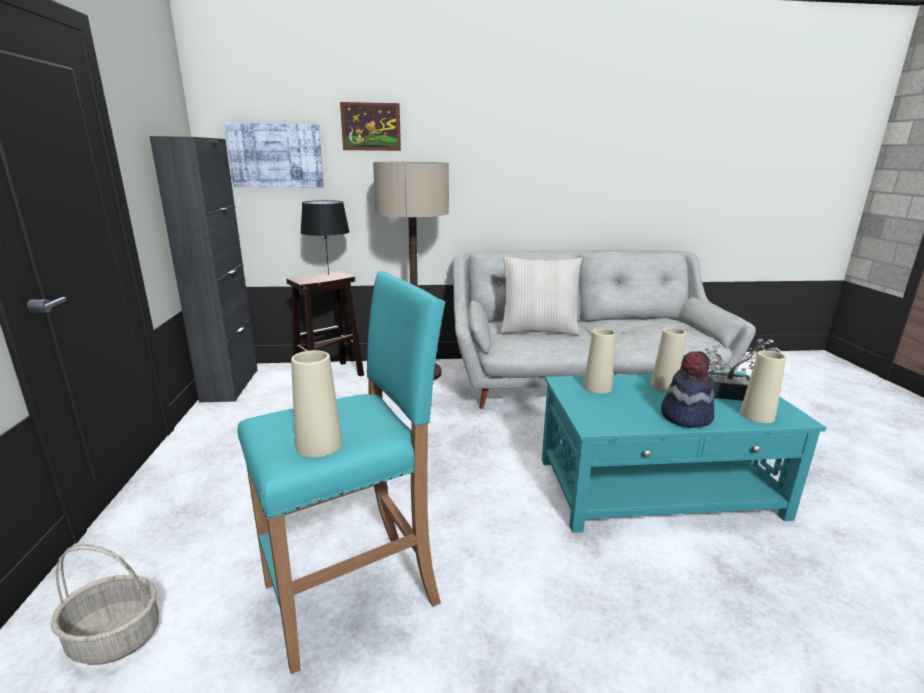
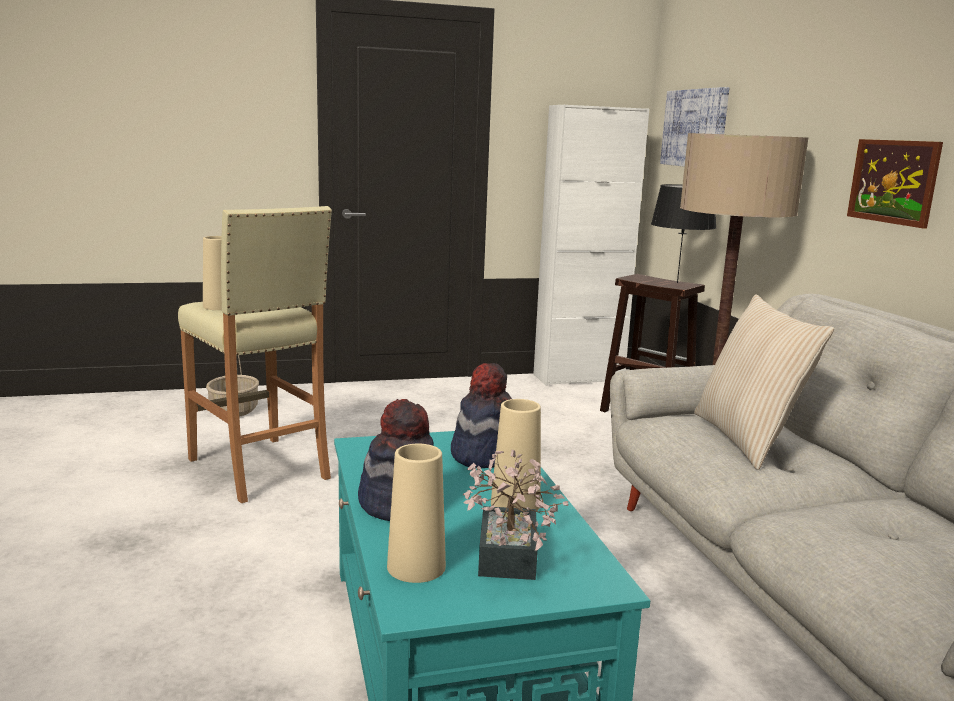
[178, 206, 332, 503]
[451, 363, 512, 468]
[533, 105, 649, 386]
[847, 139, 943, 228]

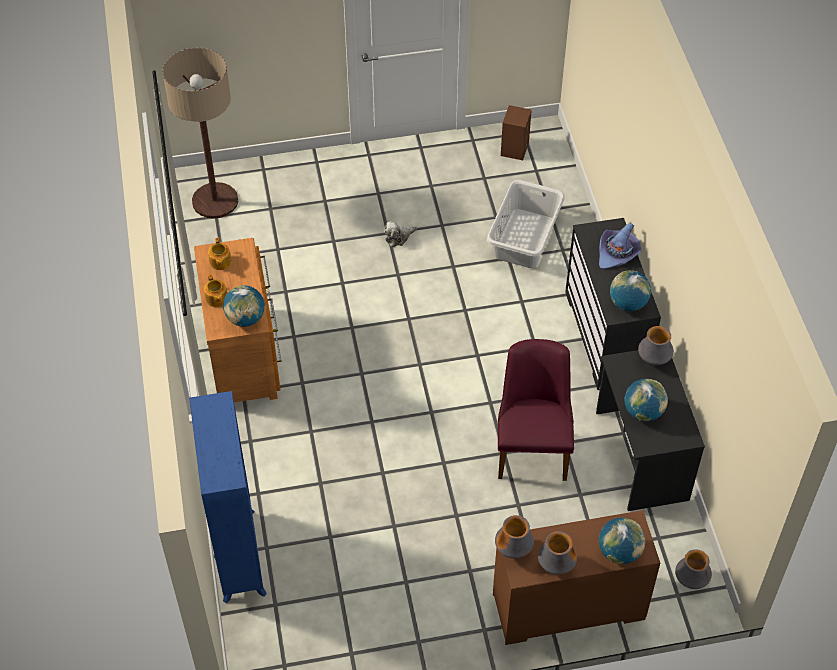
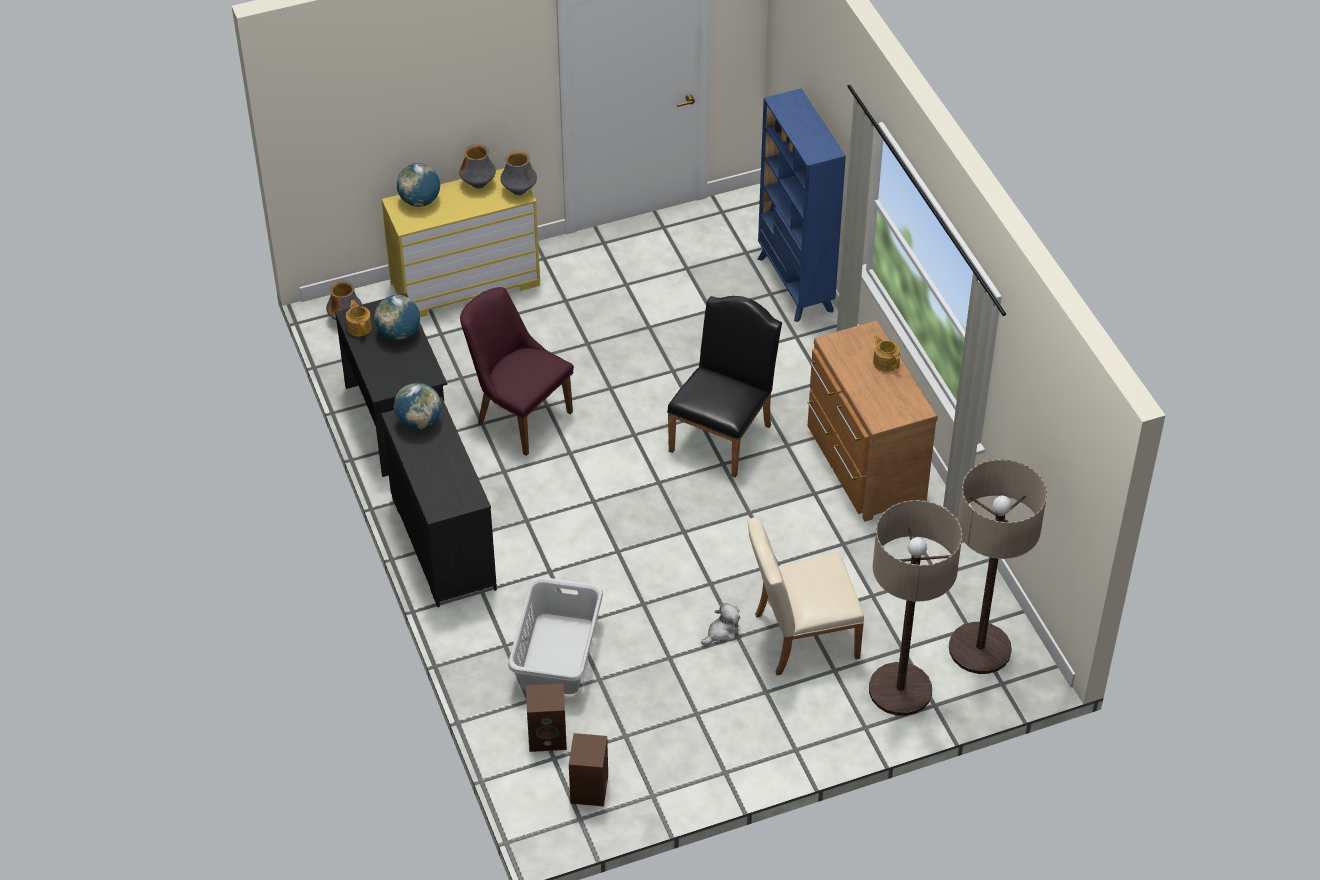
[346, 300, 372, 337]
[381, 168, 540, 317]
[460, 287, 574, 456]
[526, 683, 567, 752]
[667, 296, 782, 478]
[748, 517, 864, 675]
[869, 500, 962, 716]
[223, 285, 265, 327] (first image)
[599, 223, 641, 269] (first image)
[638, 326, 674, 365] (first image)

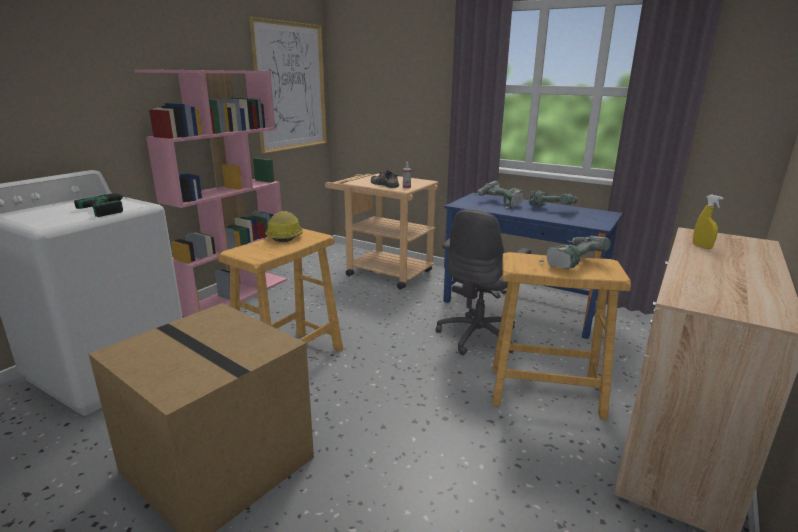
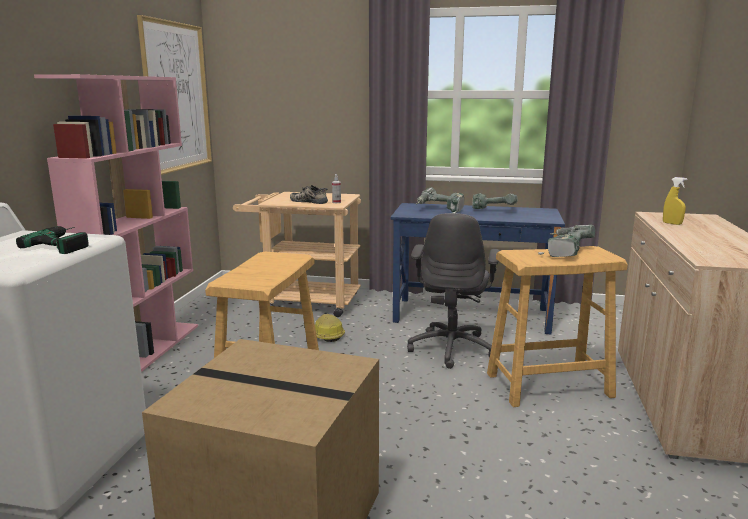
[315, 314, 345, 342]

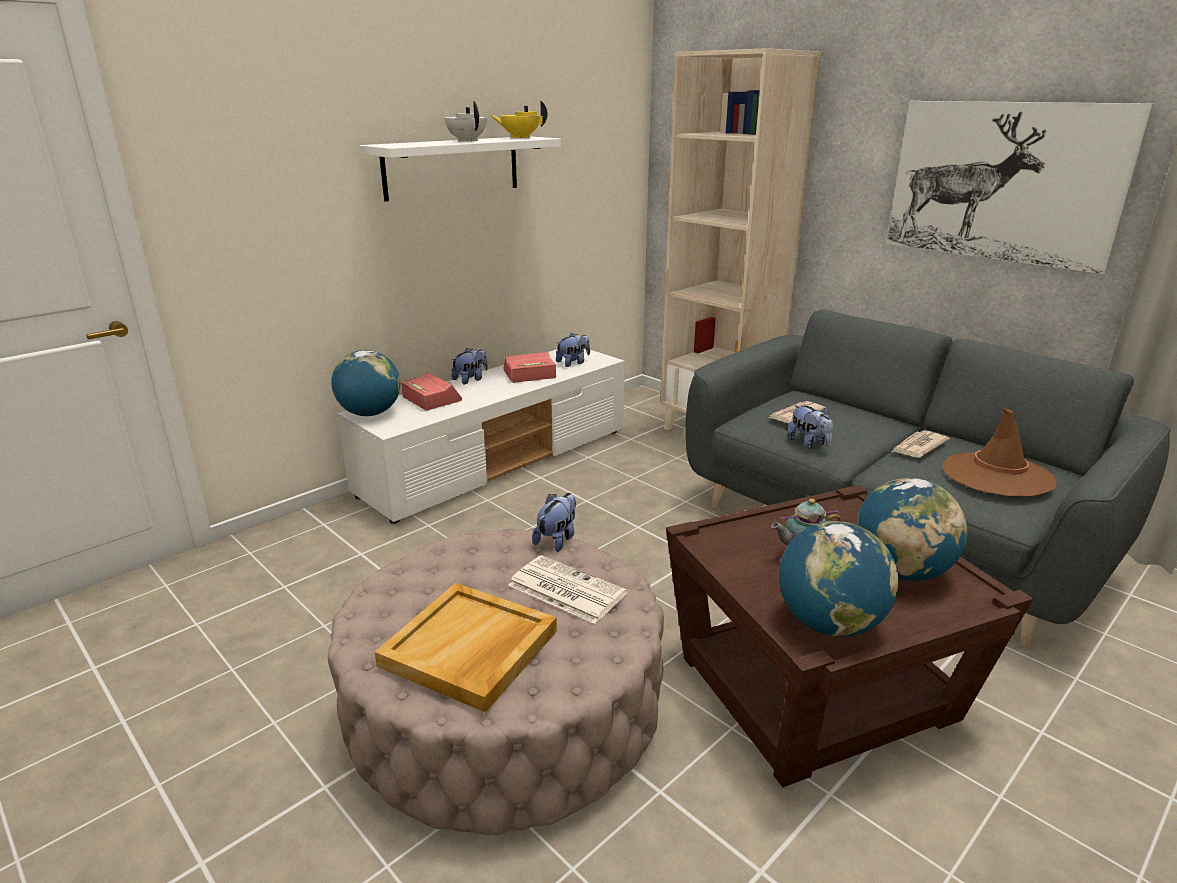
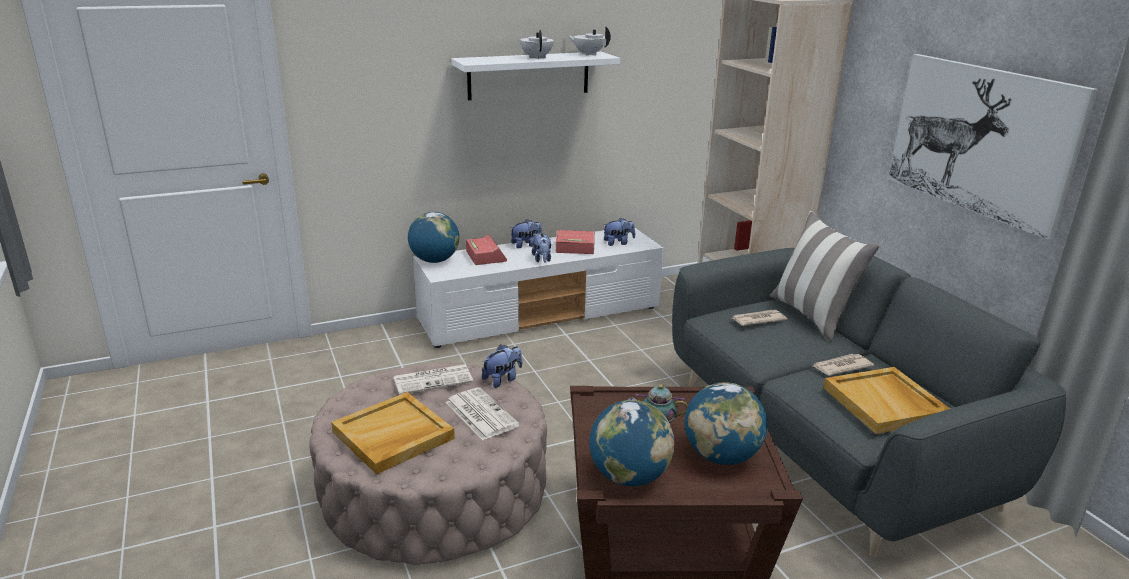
[393, 364, 473, 395]
[532, 233, 551, 262]
[567, 26, 611, 56]
[770, 211, 879, 342]
[824, 367, 950, 434]

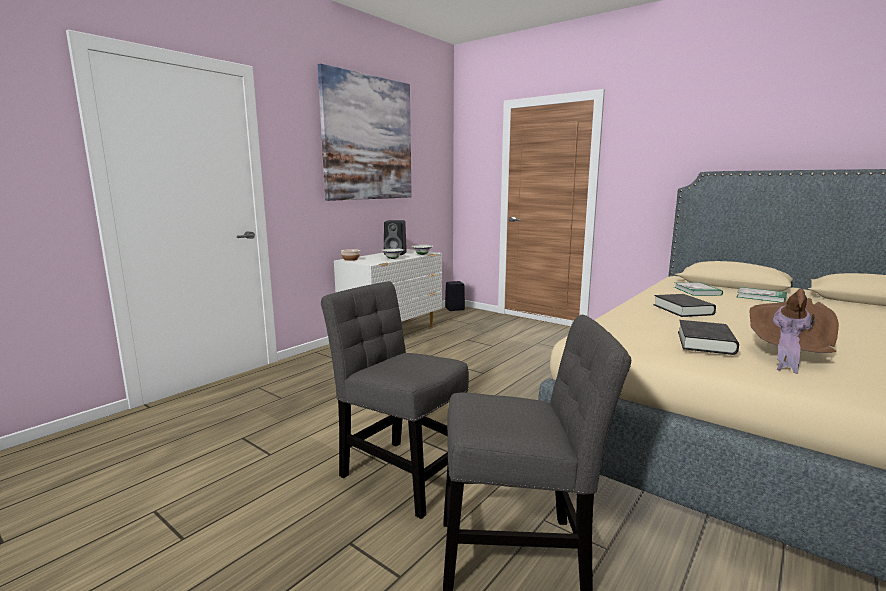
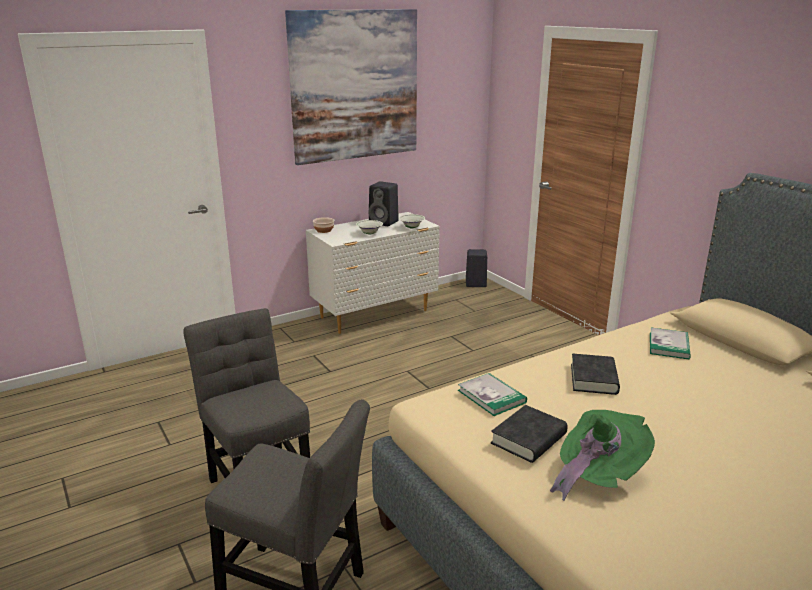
[458, 373, 527, 416]
[550, 410, 655, 501]

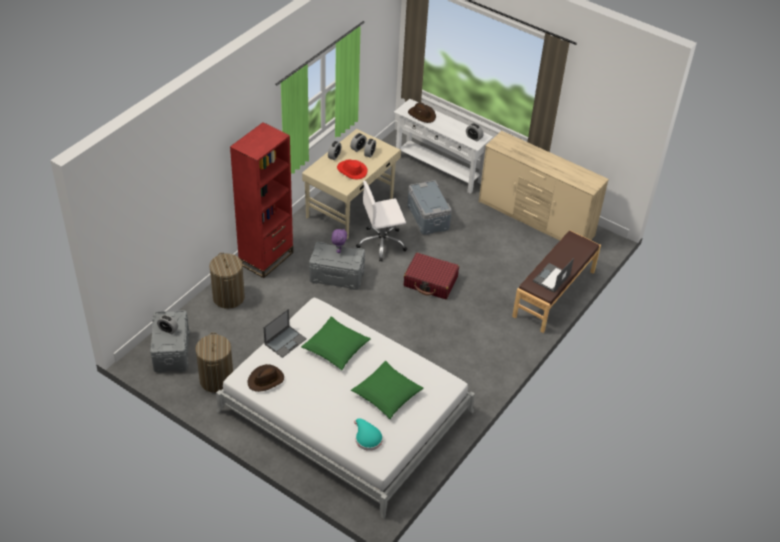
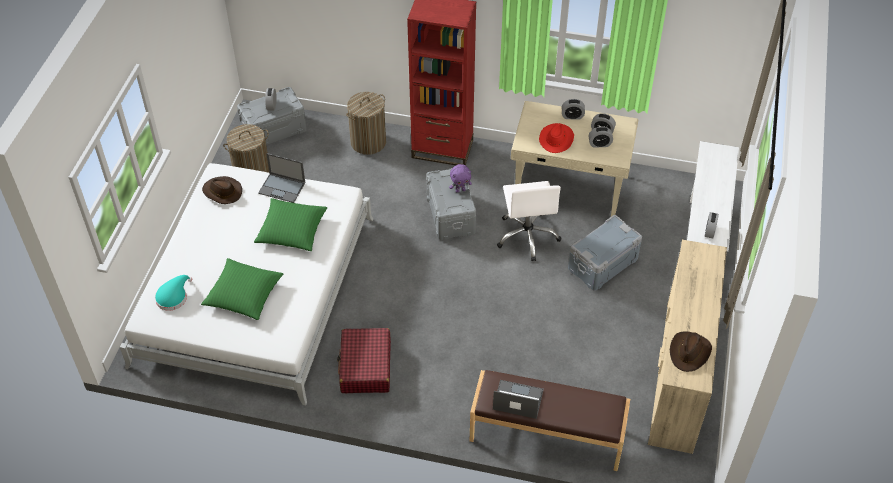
[337, 328, 391, 393]
[497, 181, 561, 261]
[670, 331, 712, 372]

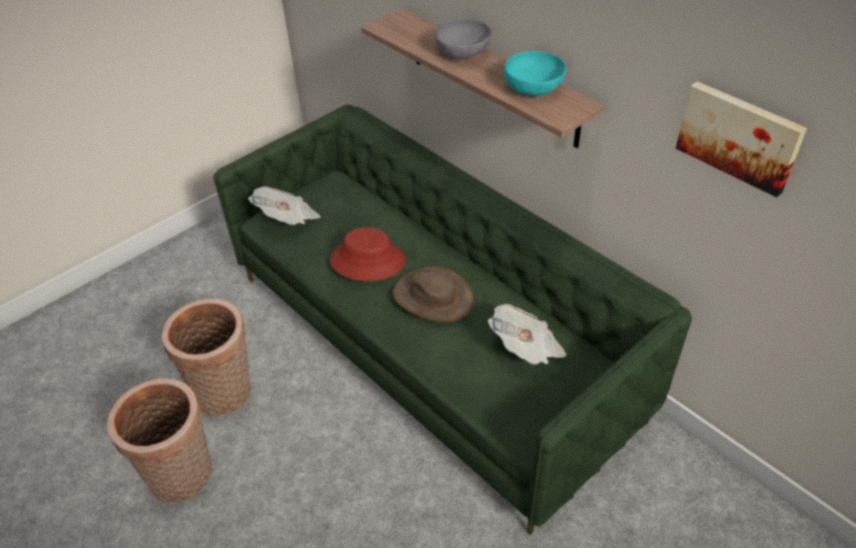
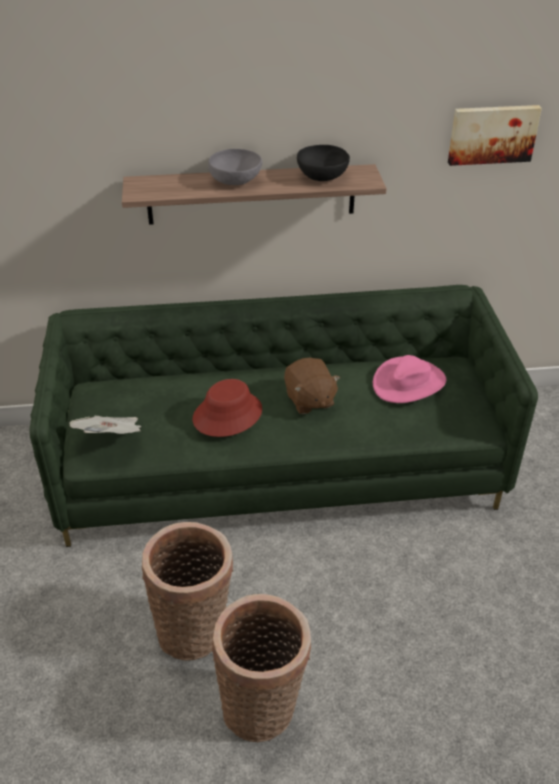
[284, 357, 340, 414]
[297, 145, 350, 181]
[373, 355, 446, 403]

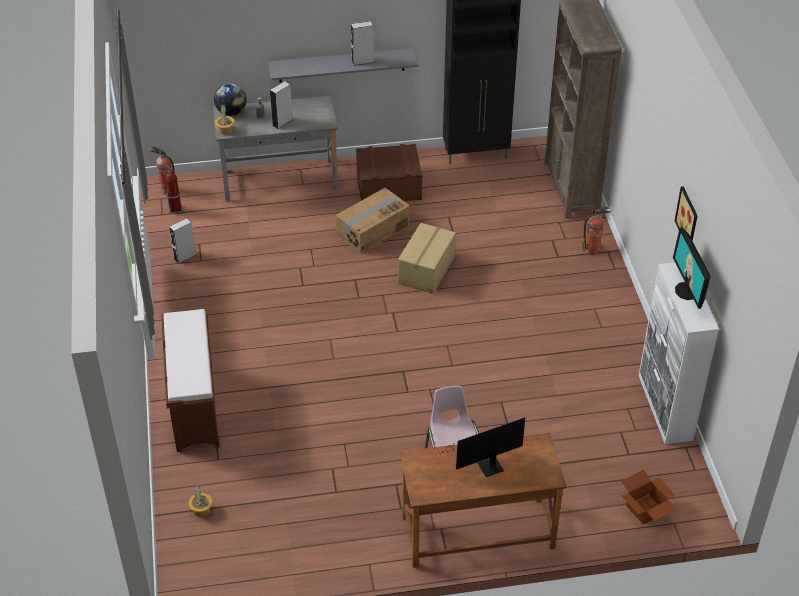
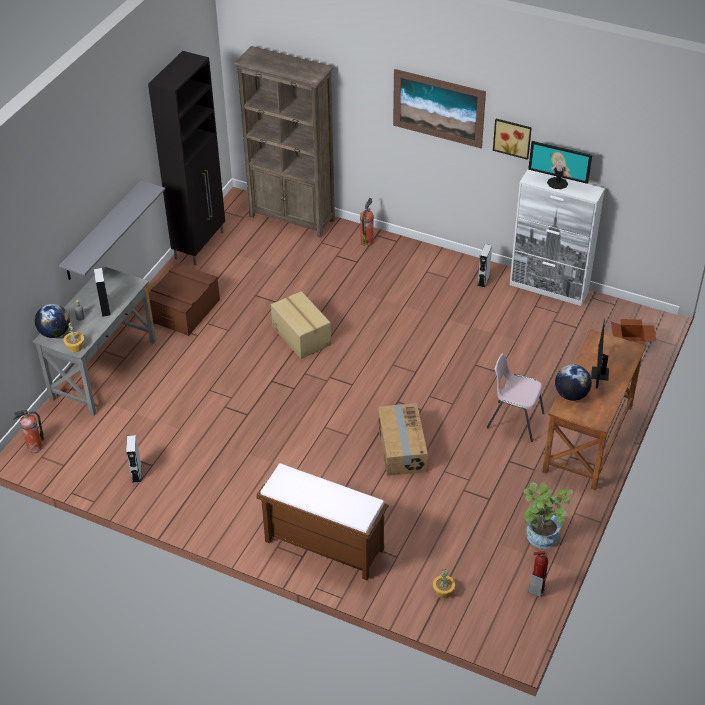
[378, 403, 428, 476]
[393, 69, 486, 148]
[478, 244, 492, 288]
[523, 482, 573, 549]
[528, 551, 548, 597]
[555, 364, 592, 401]

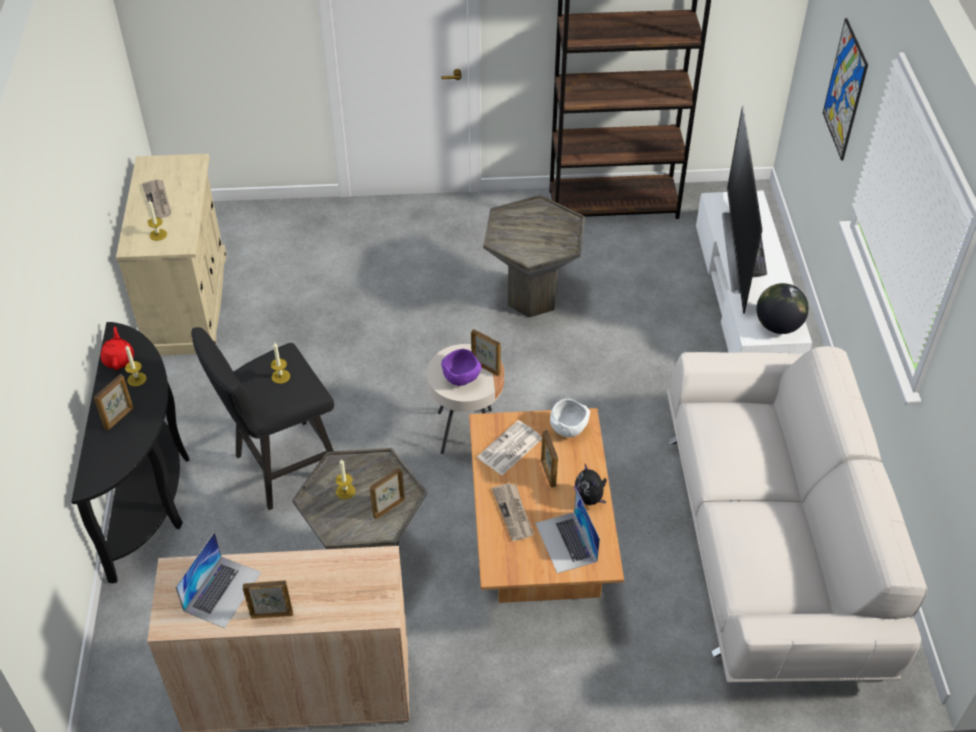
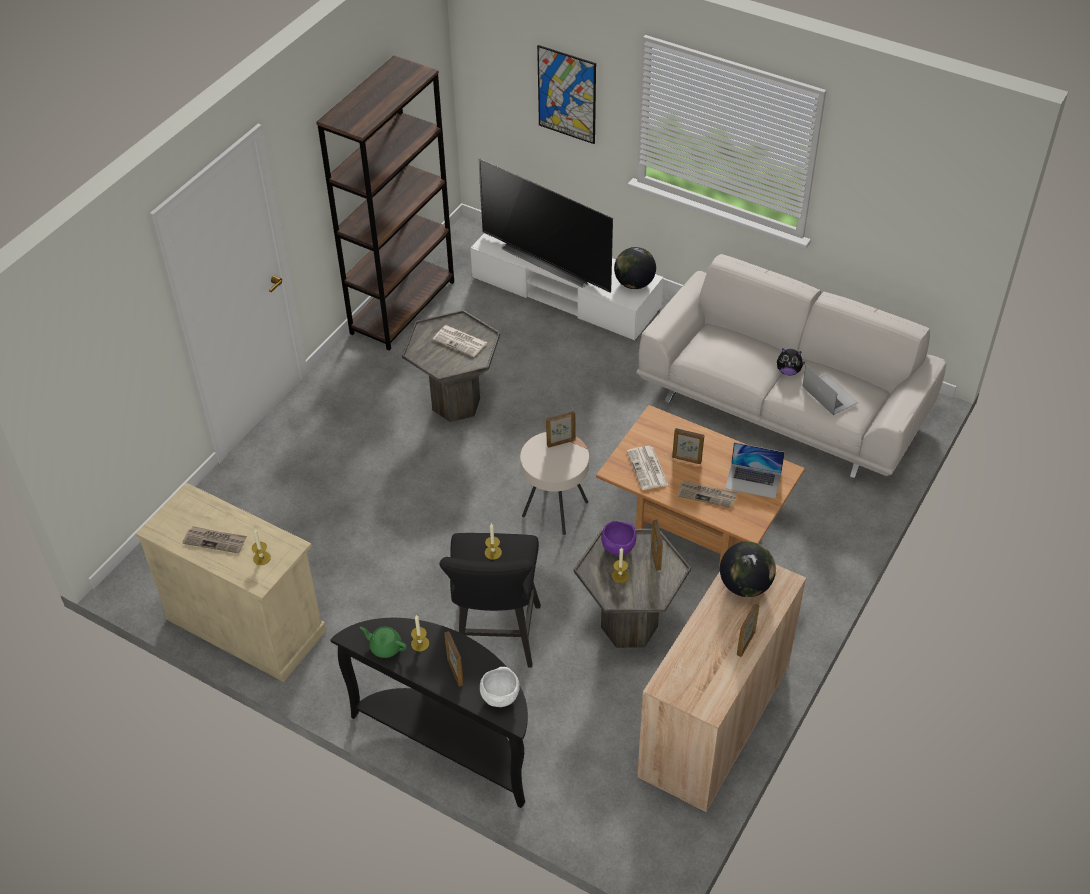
[360, 627, 407, 658]
[433, 325, 487, 357]
[480, 667, 520, 707]
[601, 521, 637, 555]
[720, 541, 776, 597]
[777, 348, 806, 375]
[802, 365, 858, 415]

